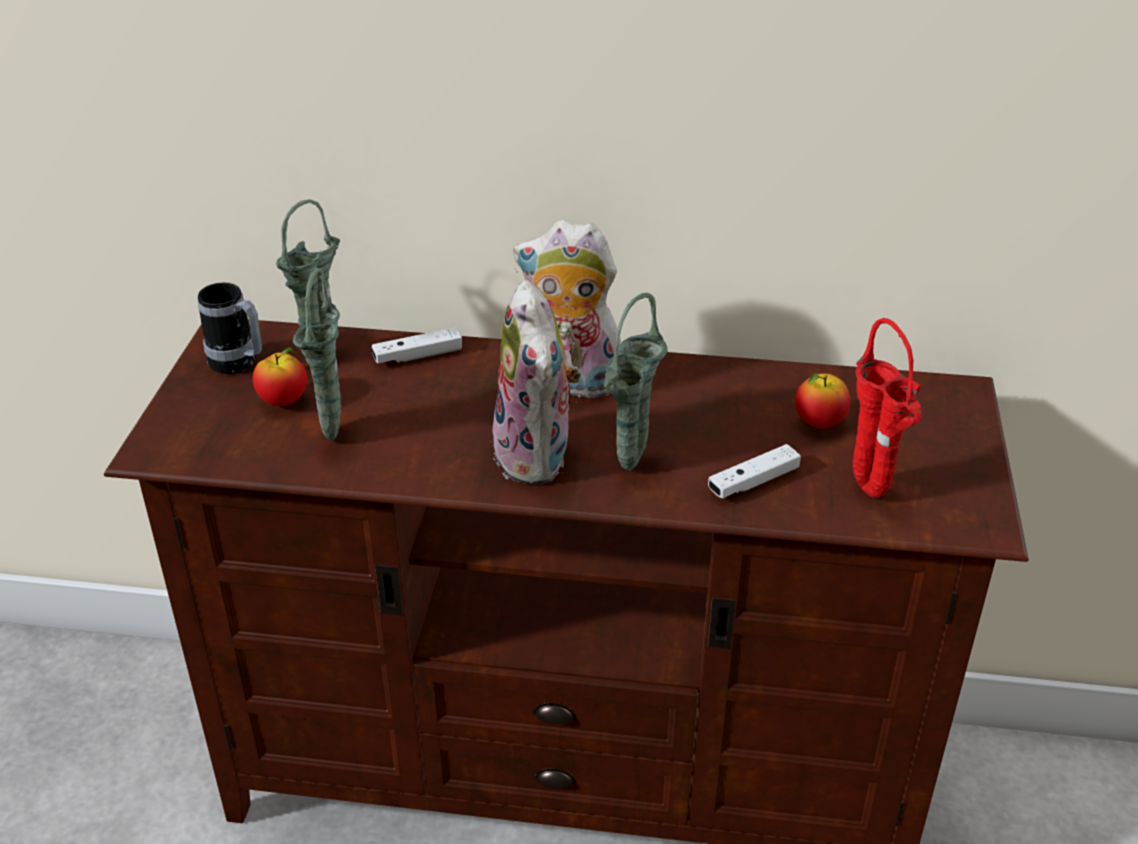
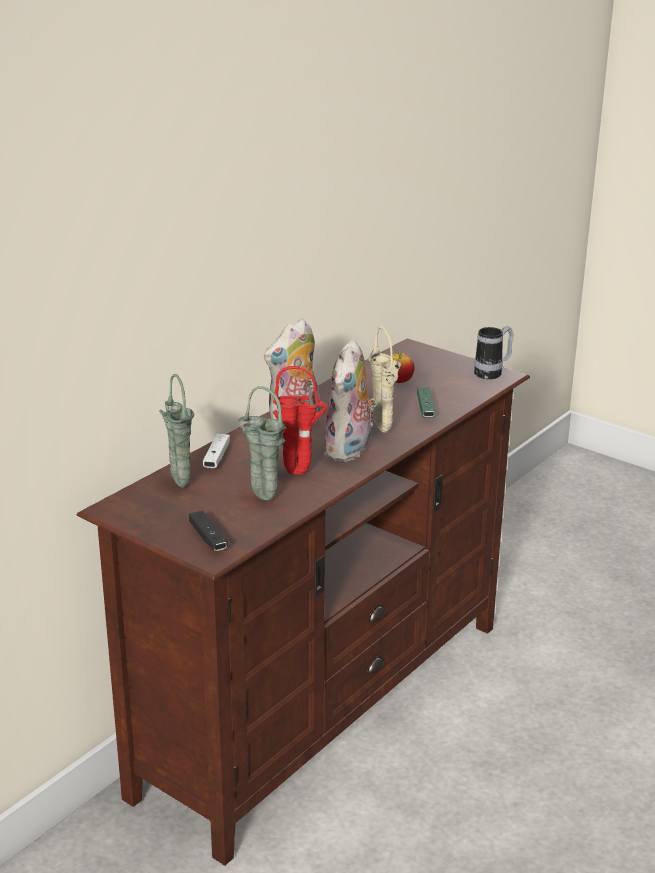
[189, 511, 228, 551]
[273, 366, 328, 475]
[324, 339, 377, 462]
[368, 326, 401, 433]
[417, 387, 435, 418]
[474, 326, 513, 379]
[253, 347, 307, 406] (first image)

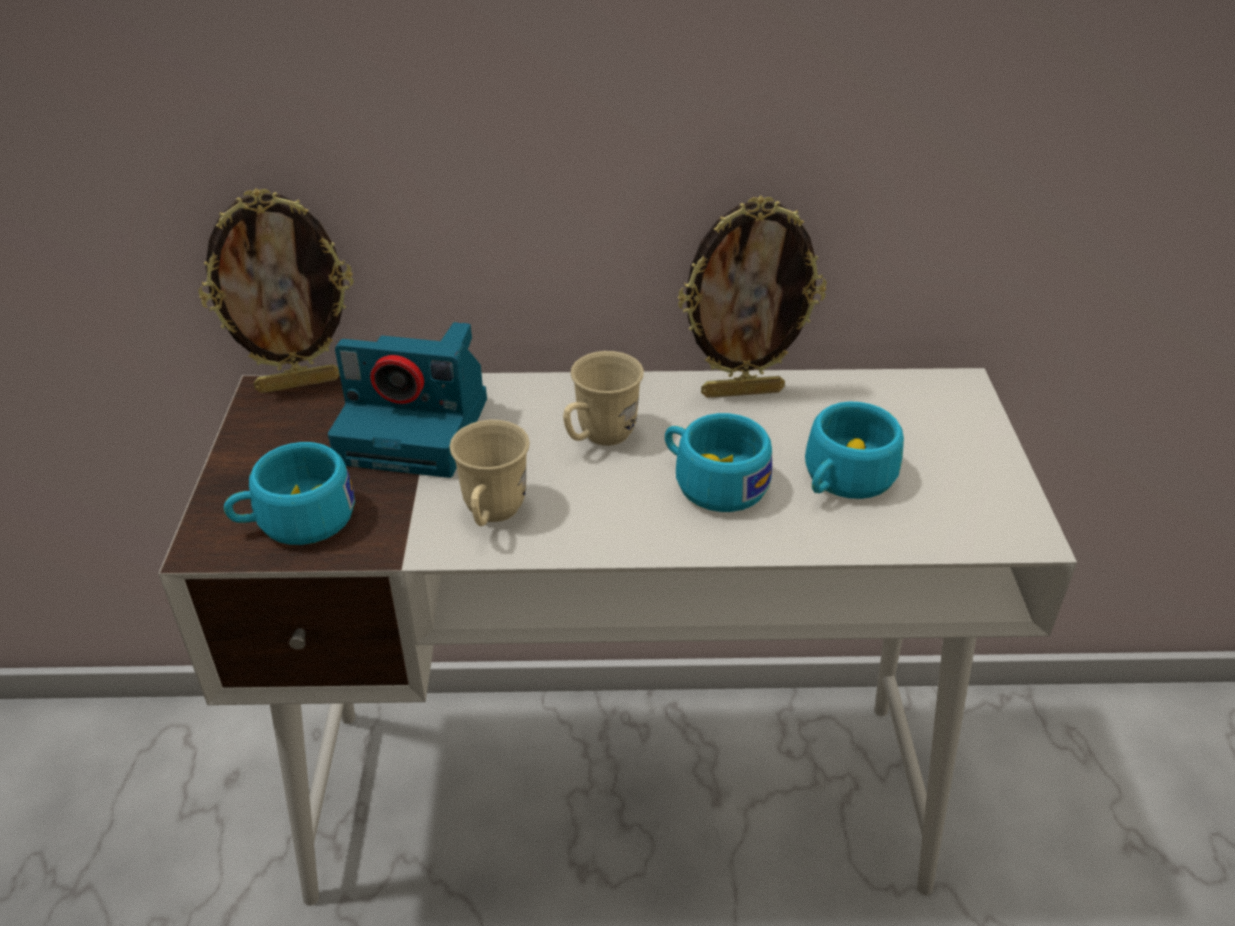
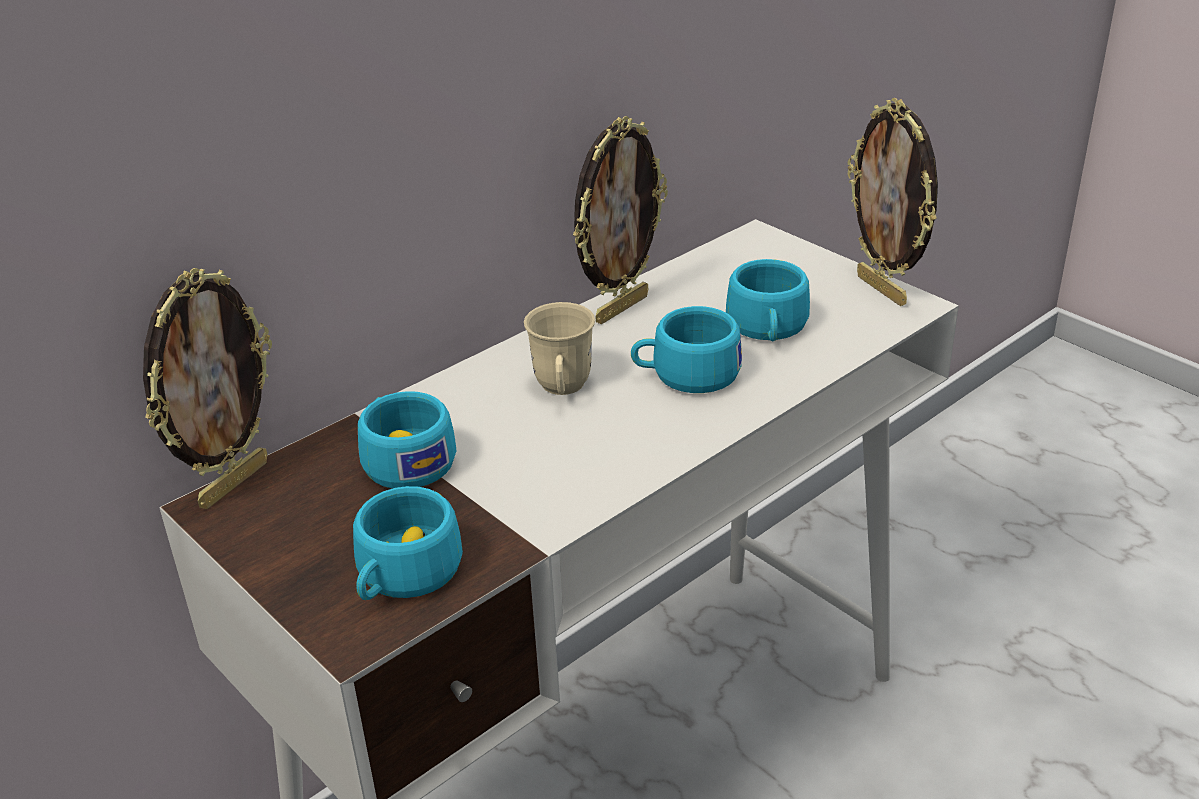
[358, 391, 456, 488]
[848, 98, 938, 306]
[449, 420, 530, 526] (first image)

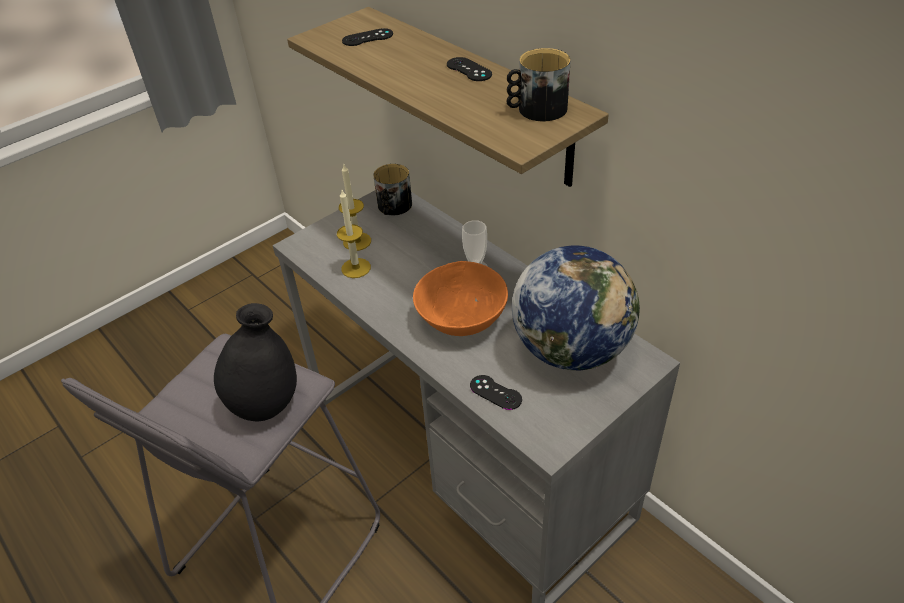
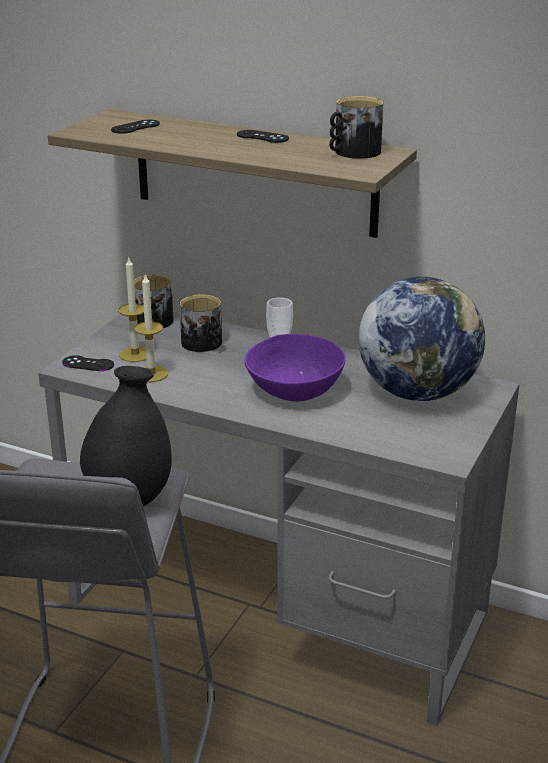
[62, 355, 114, 371]
[180, 294, 222, 352]
[245, 334, 346, 402]

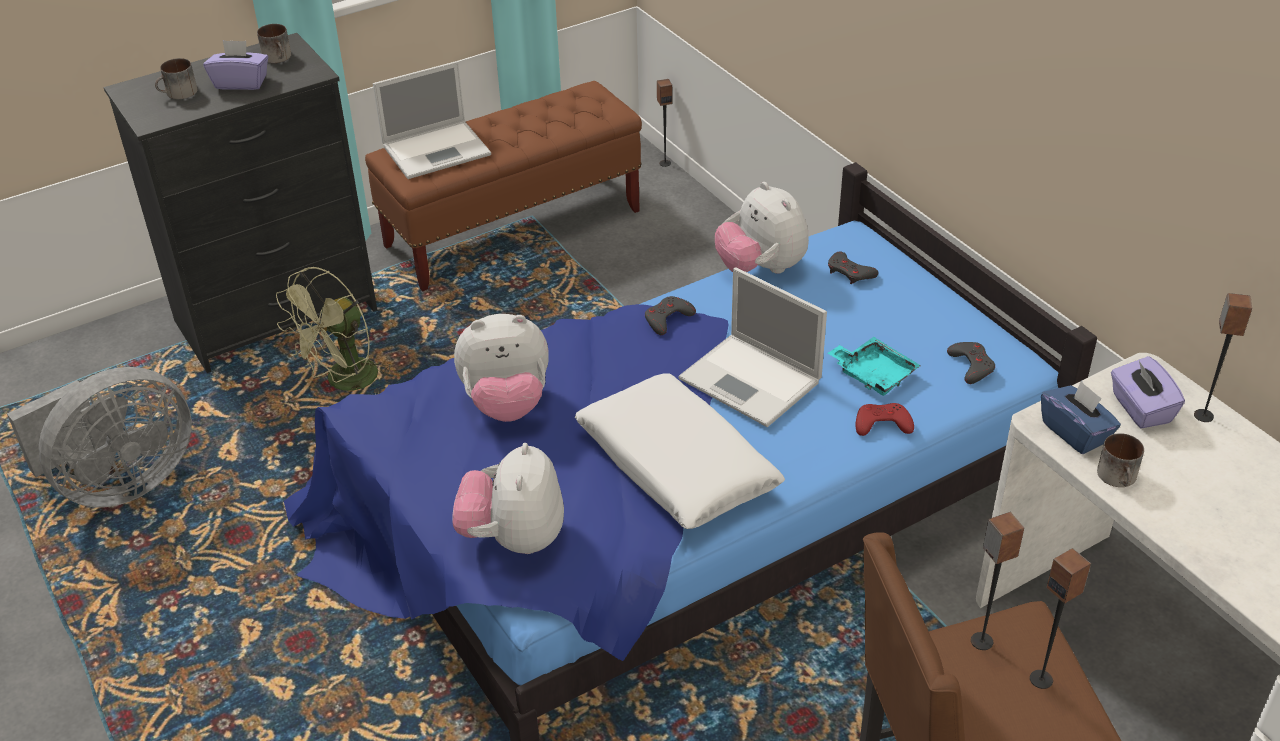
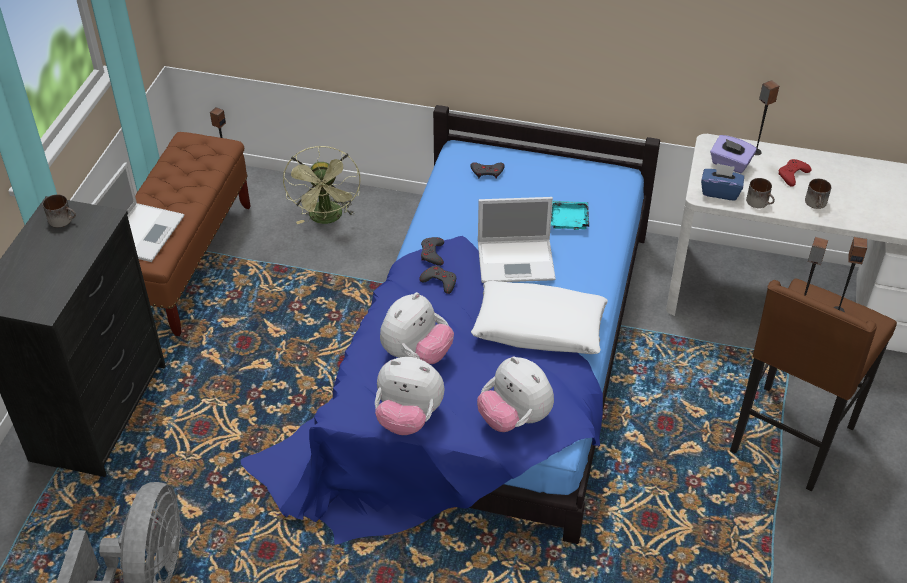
[283, 146, 361, 224]
[375, 357, 445, 435]
[419, 266, 456, 294]
[778, 159, 812, 187]
[805, 179, 831, 209]
[203, 40, 268, 90] (first image)

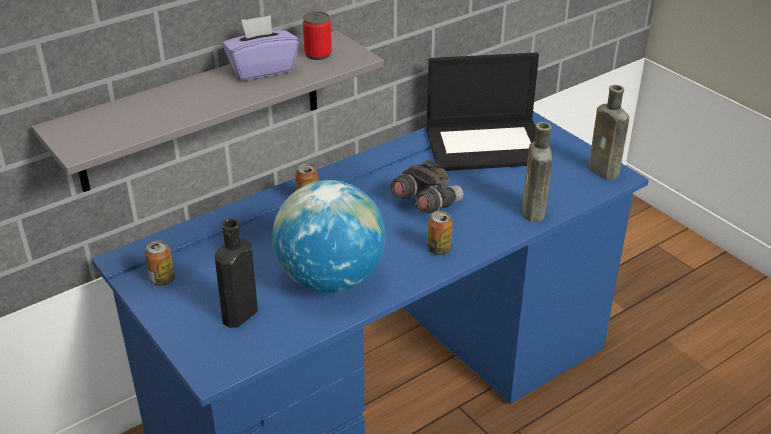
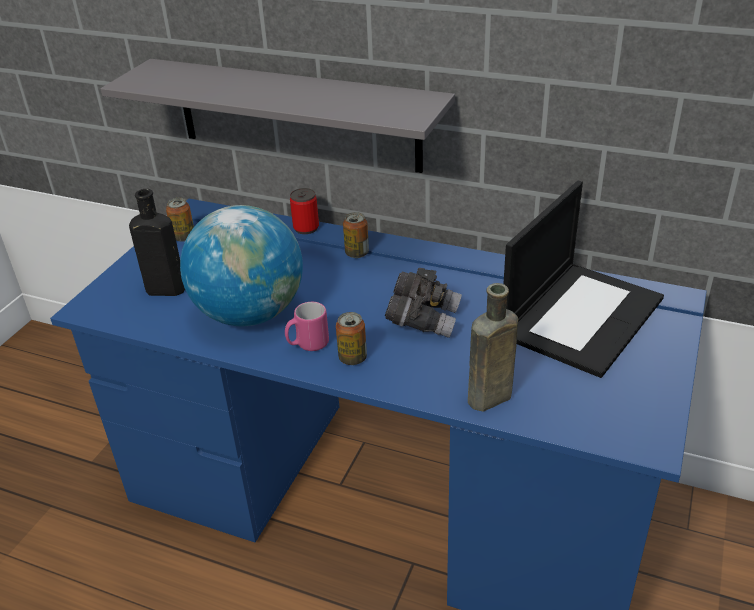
[285, 302, 329, 351]
[290, 188, 319, 234]
[503, 181, 664, 378]
[222, 15, 299, 81] (first image)
[589, 85, 629, 180] (first image)

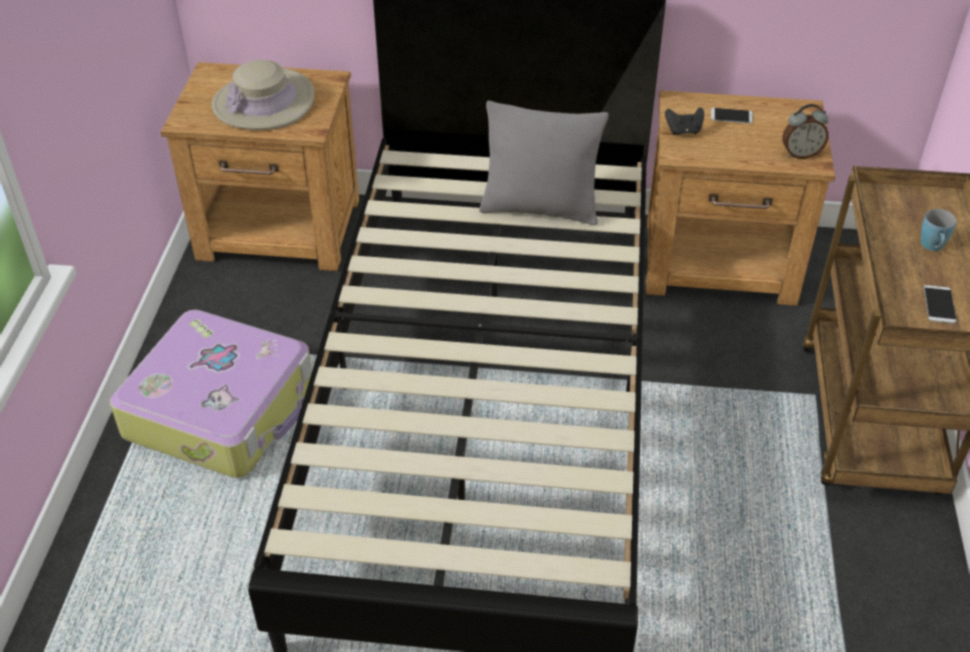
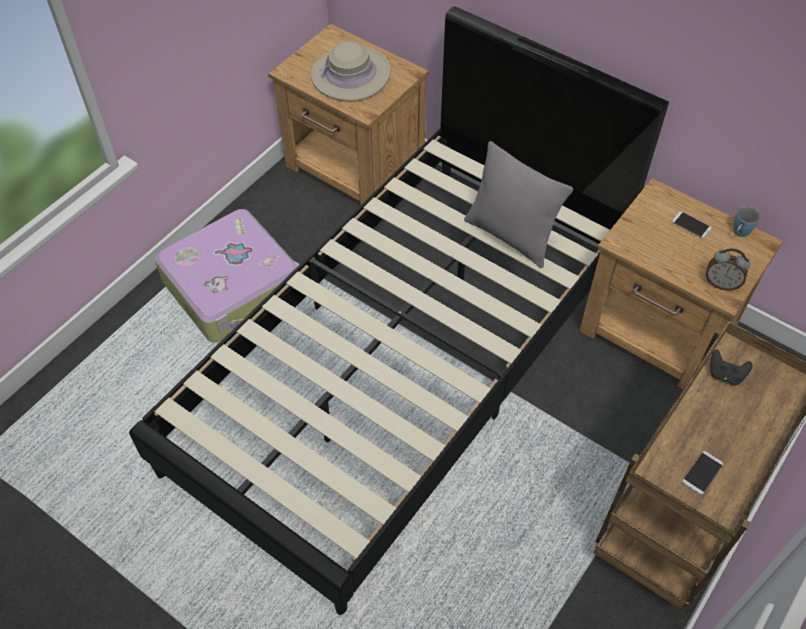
[710, 349, 753, 385]
[733, 206, 760, 237]

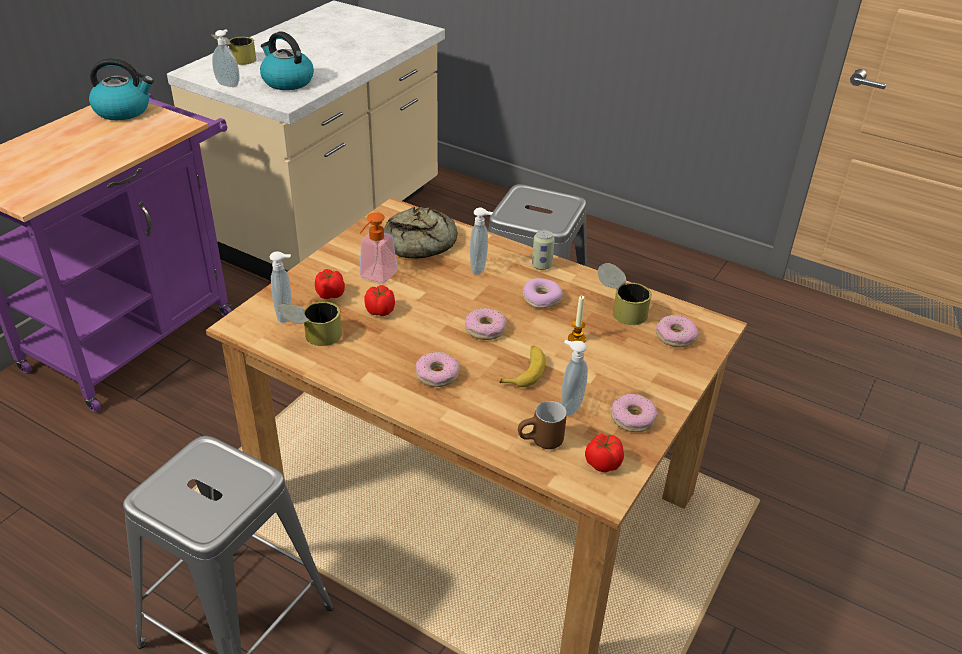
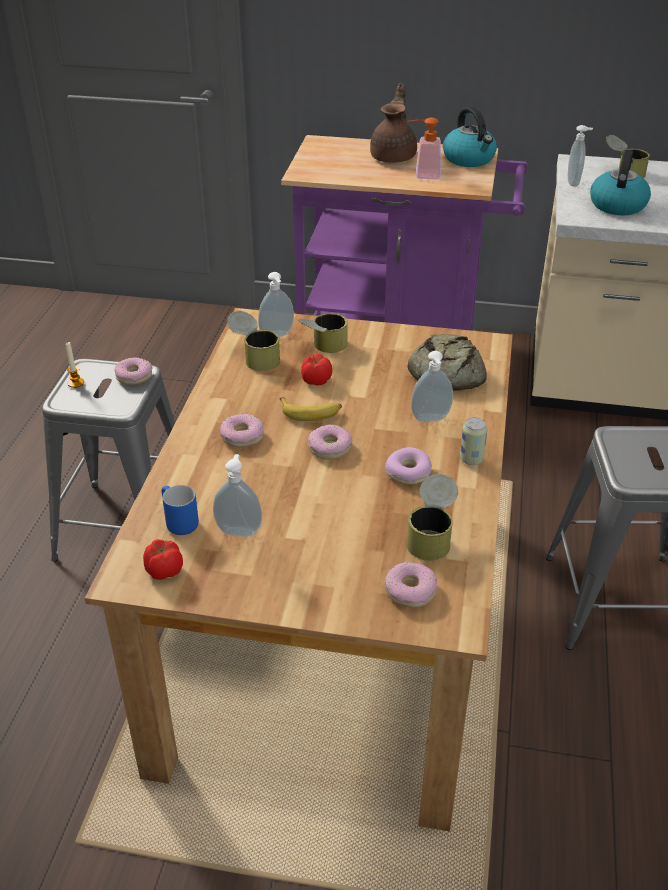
[66, 342, 84, 388]
[114, 357, 152, 385]
[162, 485, 199, 535]
[280, 397, 342, 421]
[298, 313, 348, 353]
[370, 83, 417, 163]
[407, 117, 441, 179]

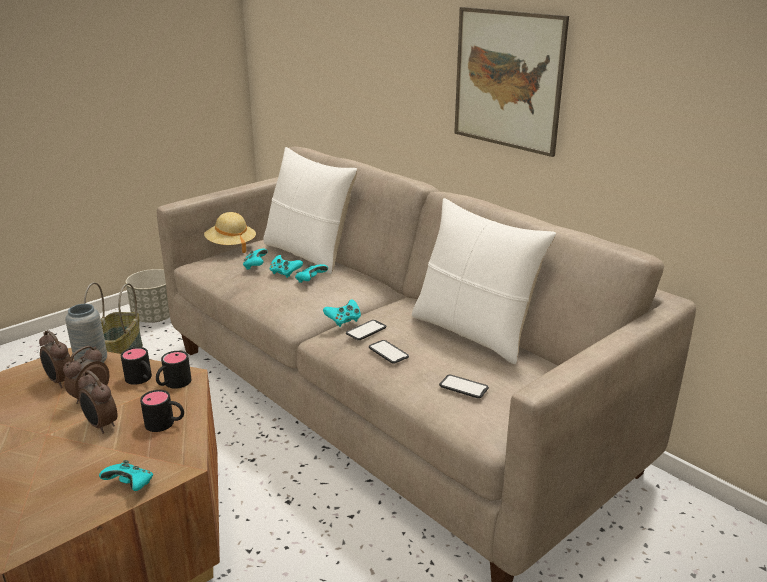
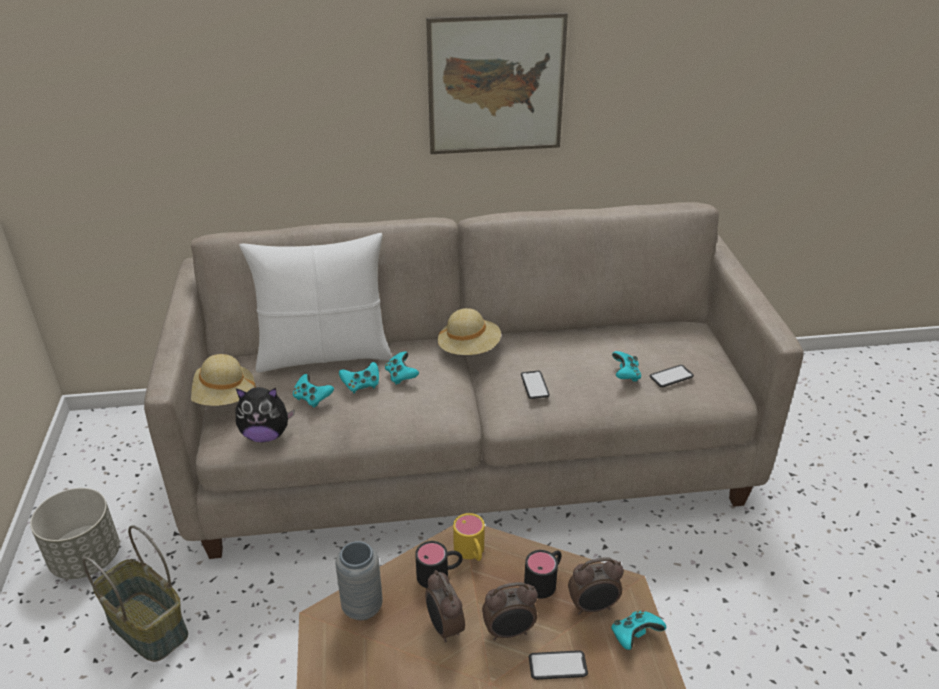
[236, 387, 295, 442]
[438, 308, 501, 355]
[453, 513, 485, 561]
[529, 650, 588, 680]
[568, 557, 624, 615]
[612, 351, 641, 382]
[412, 198, 556, 364] (first image)

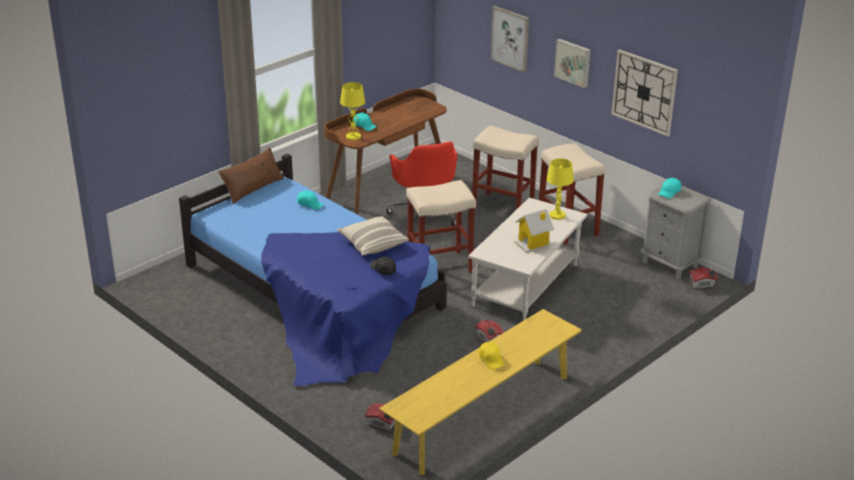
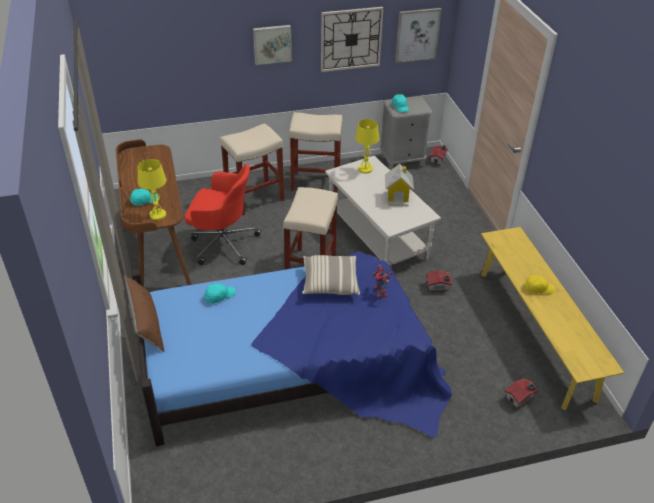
[373, 260, 393, 298]
[395, 8, 442, 63]

